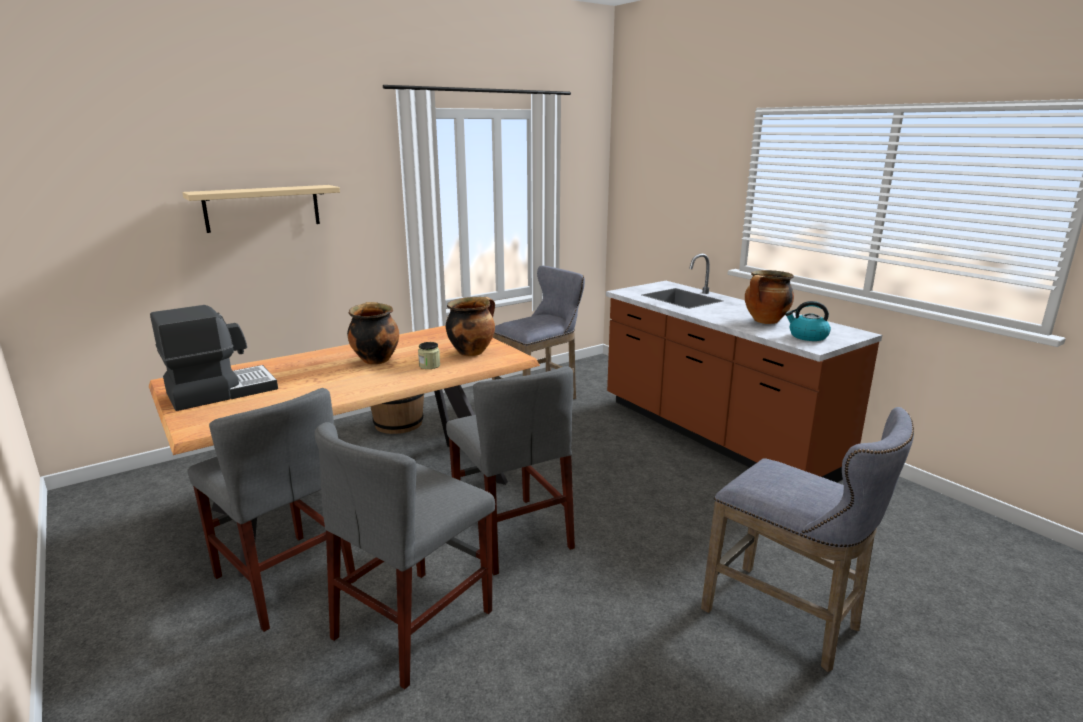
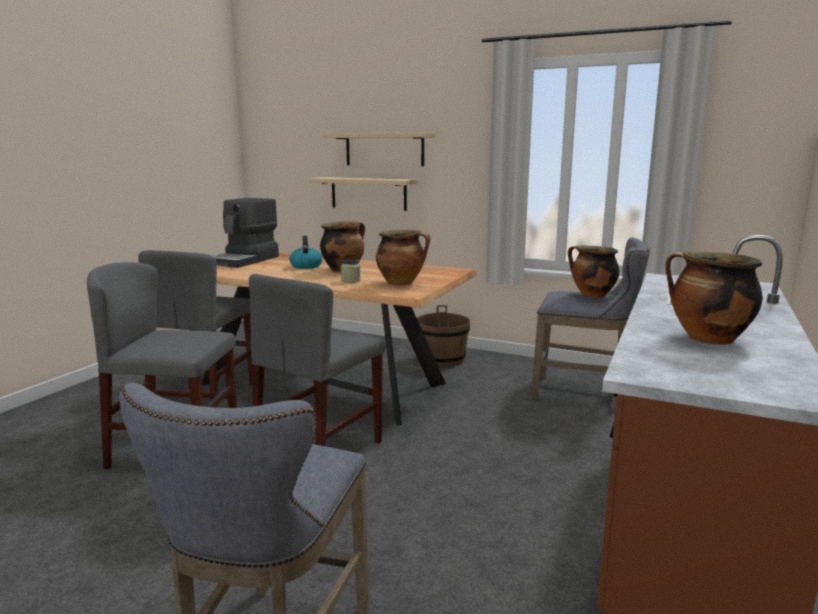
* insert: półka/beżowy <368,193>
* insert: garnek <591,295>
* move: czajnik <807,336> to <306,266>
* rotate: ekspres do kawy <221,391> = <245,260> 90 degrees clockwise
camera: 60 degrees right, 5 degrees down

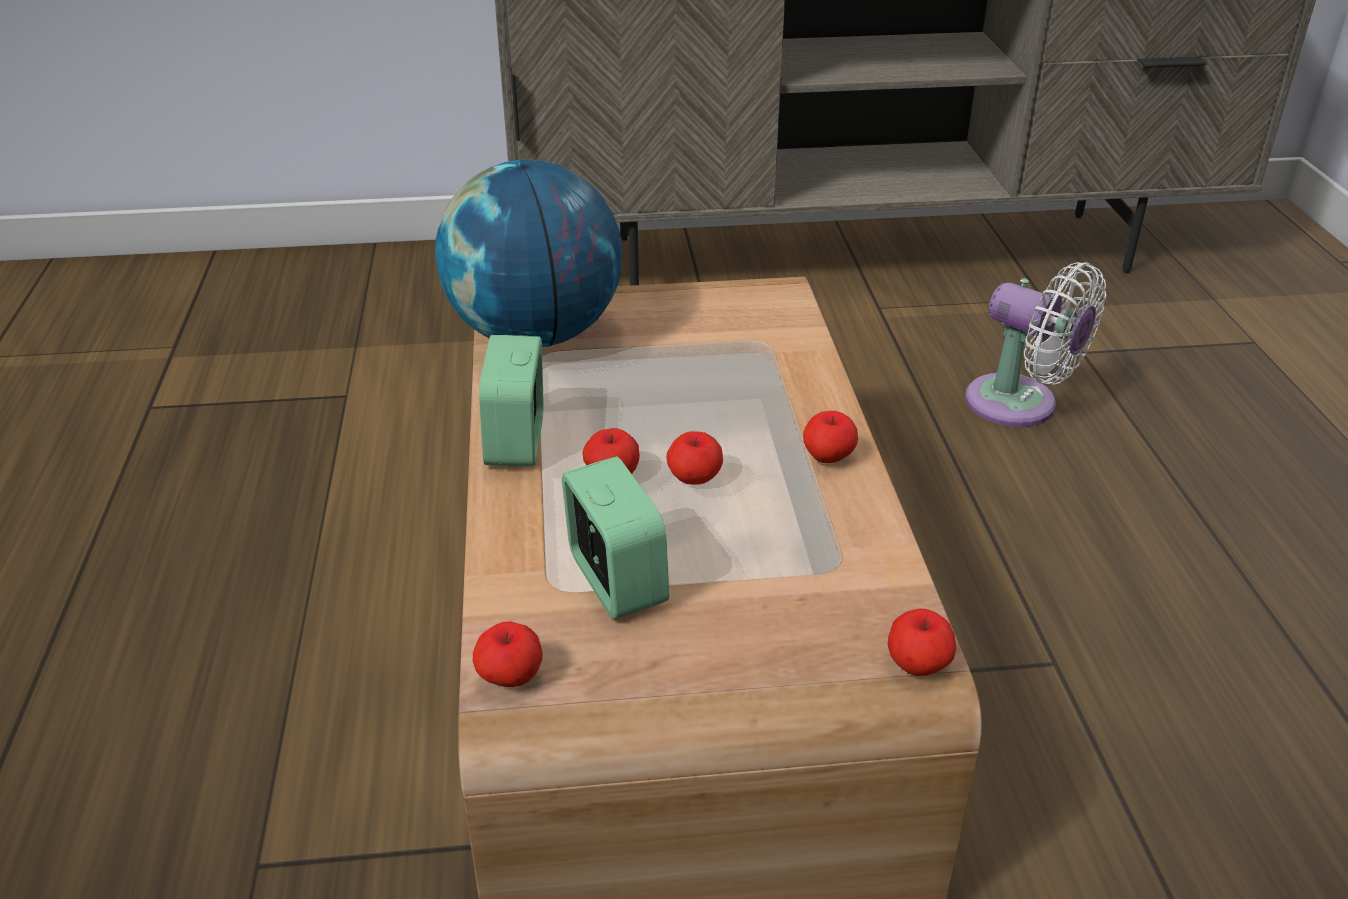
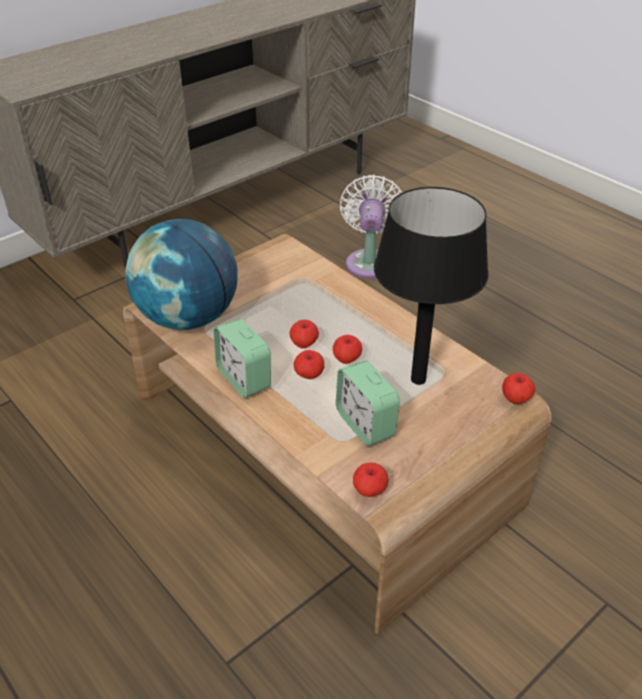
* insert: lampa stołowa/czarny <419,379>
* move: jabłko <828,458> to <304,344>
* rotate: budzik <616,581> = <365,424> 150 degrees counterclockwise
* rotate: wentylator/biały <1019,406> = <369,261> 90 degrees counterclockwise
camera: 35 degrees left, 5 degrees up

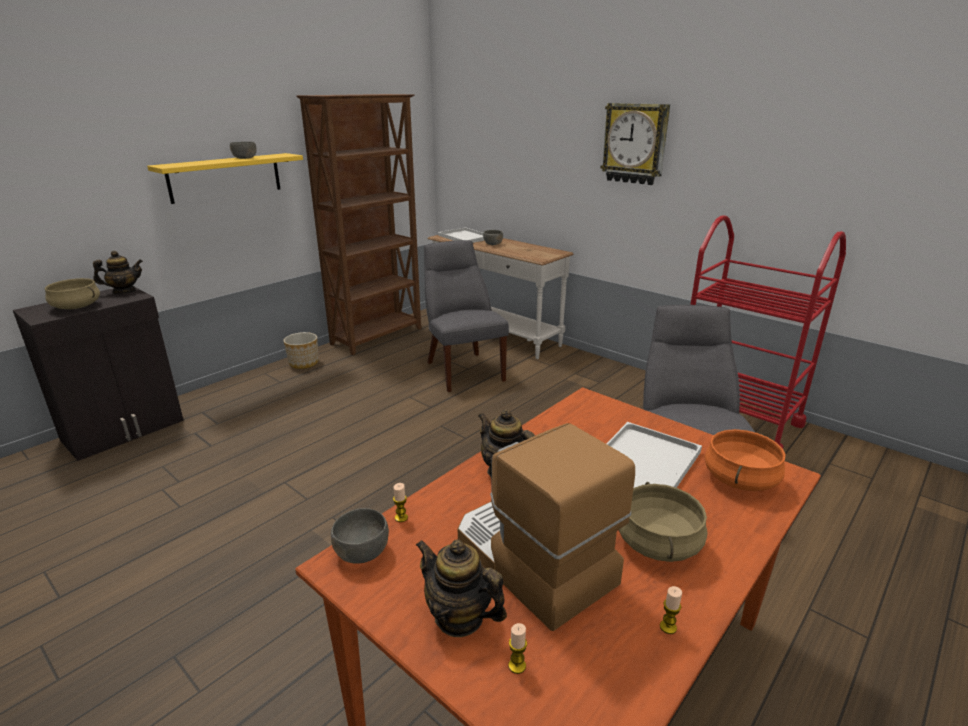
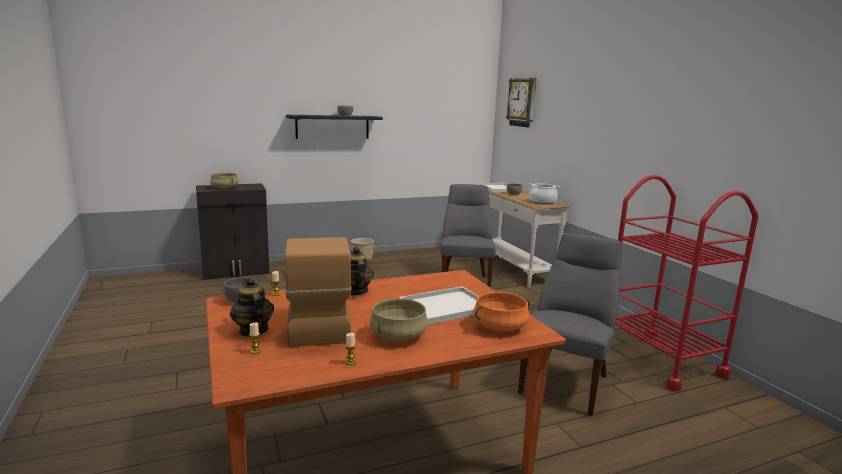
* delete: imbryk <124,291>
* delete: regał/brązowy <378,336>
* insert: garnek <542,202>
* move: zegar ścienny <635,144> to <522,102>
* recolor: półka/żółty <225,177> to półka/czarny <332,127>
camera: 25 degrees right, 10 degrees down

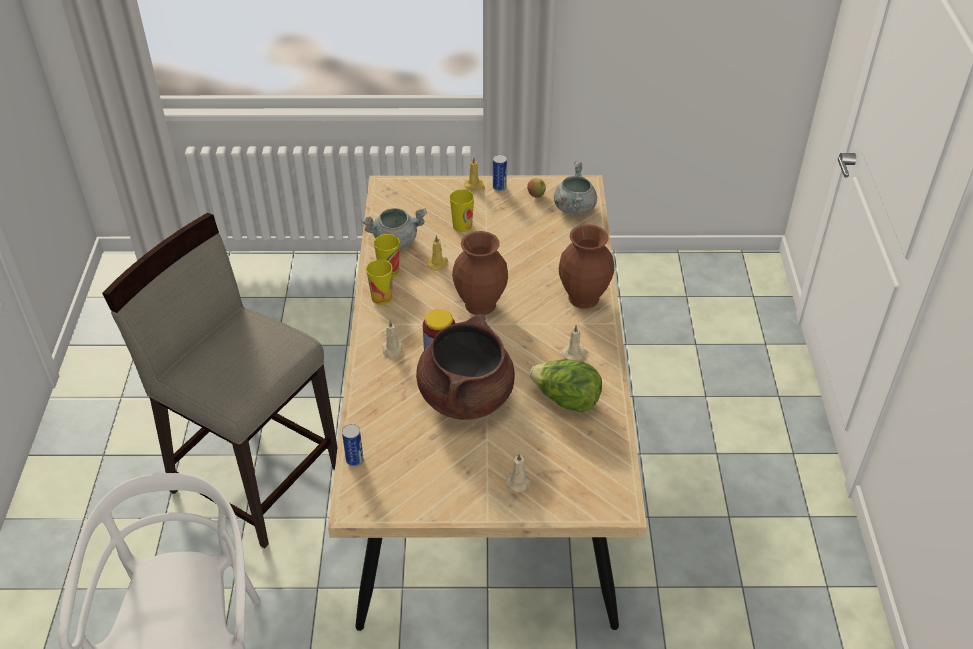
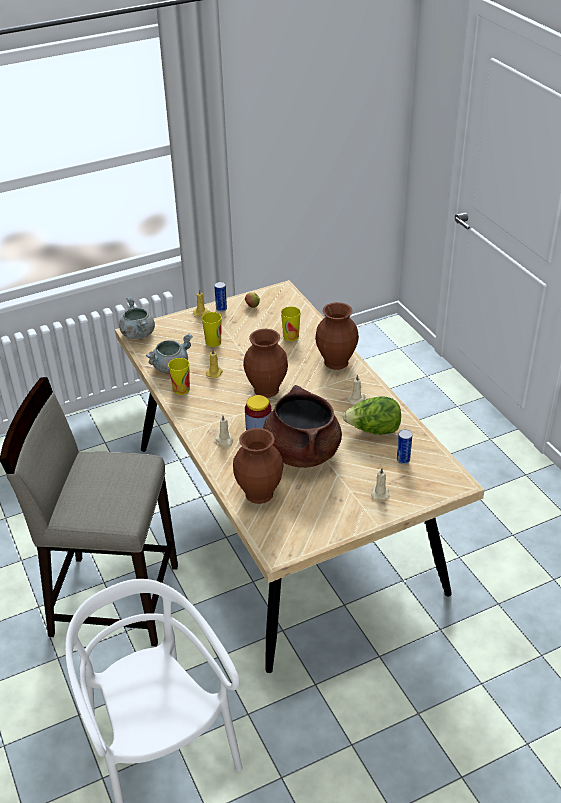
* insert: wazon/brązowy <258,494>
* move: puszka <354,460> to <403,460>
* move: filiżanka <381,297> to <291,336>
* move: garnek/szary <574,207> to <138,334>
camera: 25 degrees left, 5 degrees down

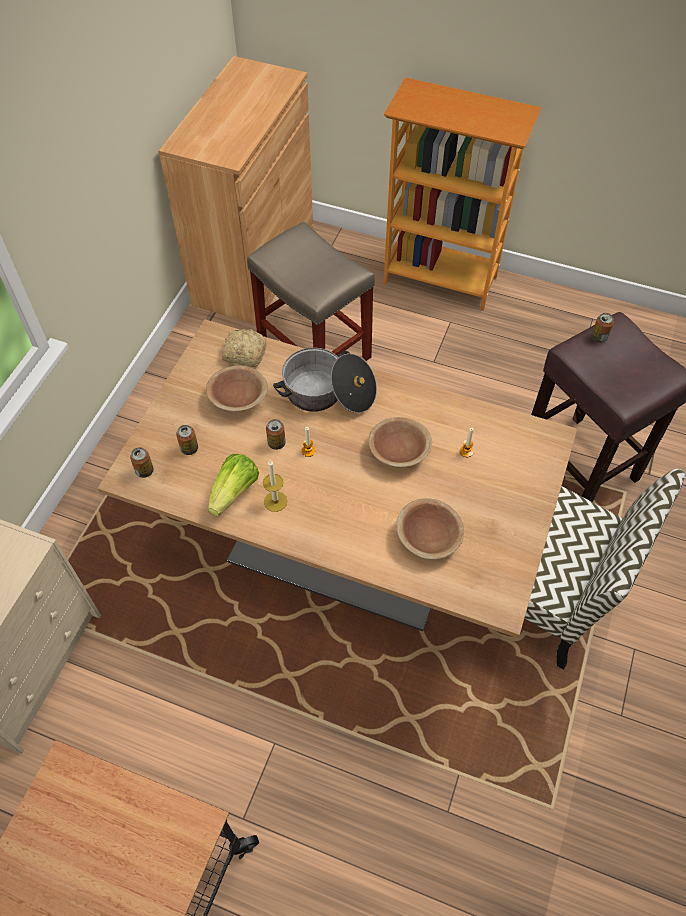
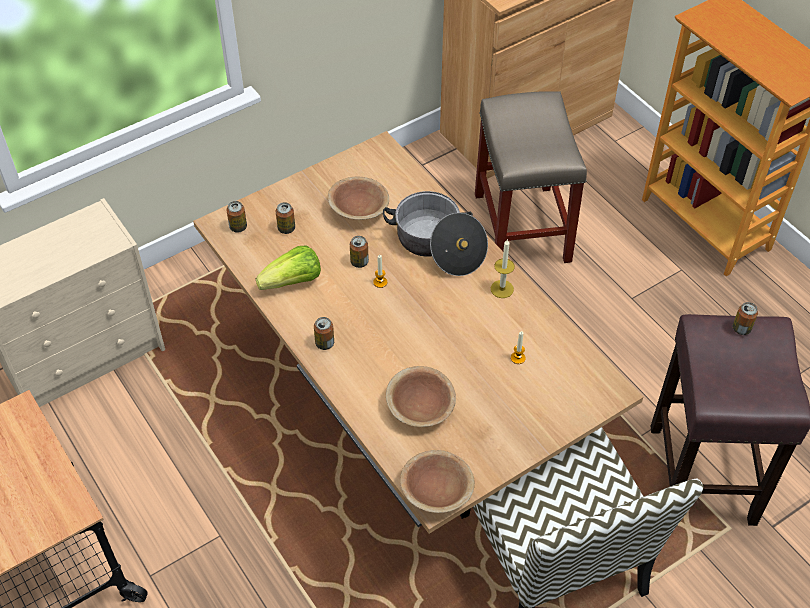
* delete: chleb <244,353>
* insert: puszka <324,343>
* move: świeca <275,501> to <502,289>
* move: miska/brązowy <398,451> to <436,491>
camera: 35 degrees right, 5 degrees down

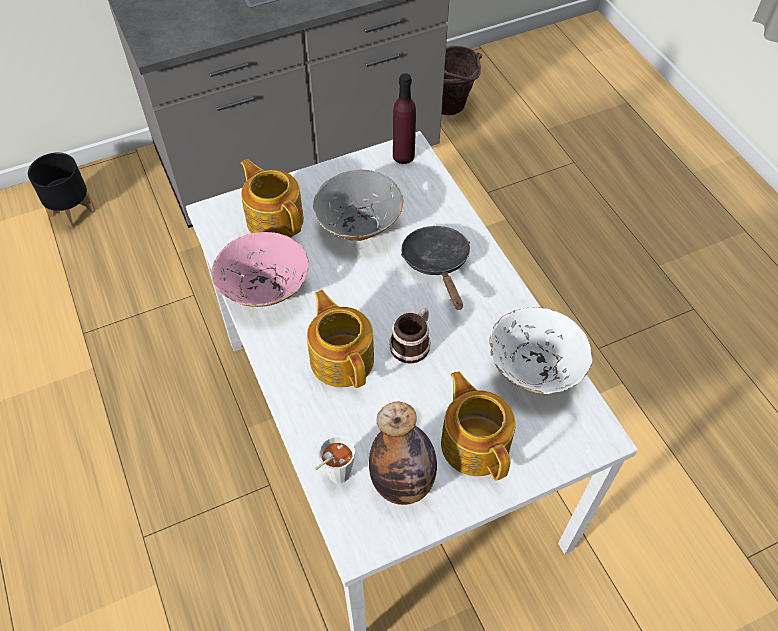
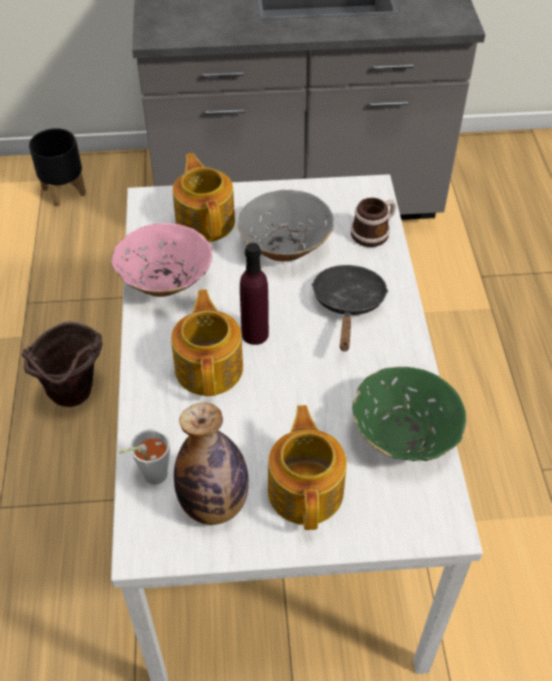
* move: kubek <413,342> to <374,232>
* move: butelka/fioletowy <403,156> to <255,334>
* move: wiadro/brązowy <454,109> to <75,398>
* recolor: miska/biały <533,368> to miska/zielony <403,435>
camera: 20 degrees right, 5 degrees down

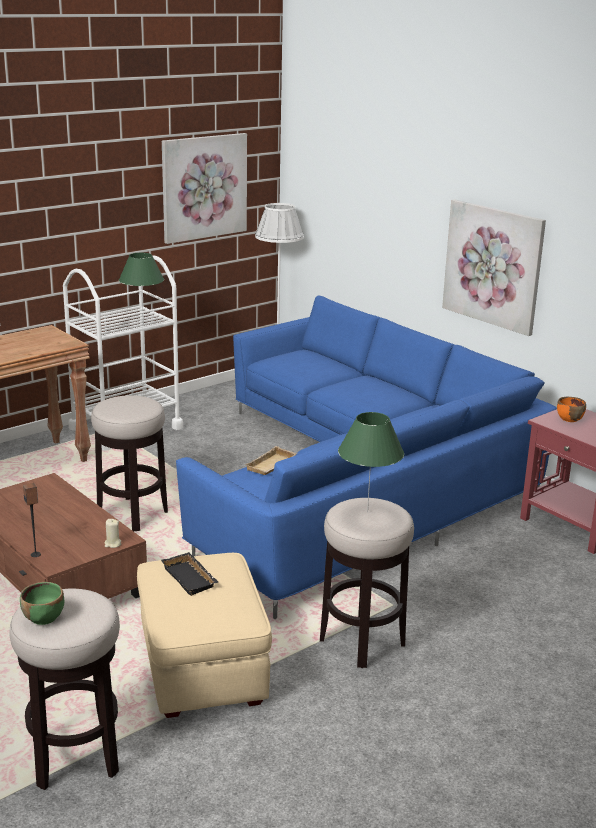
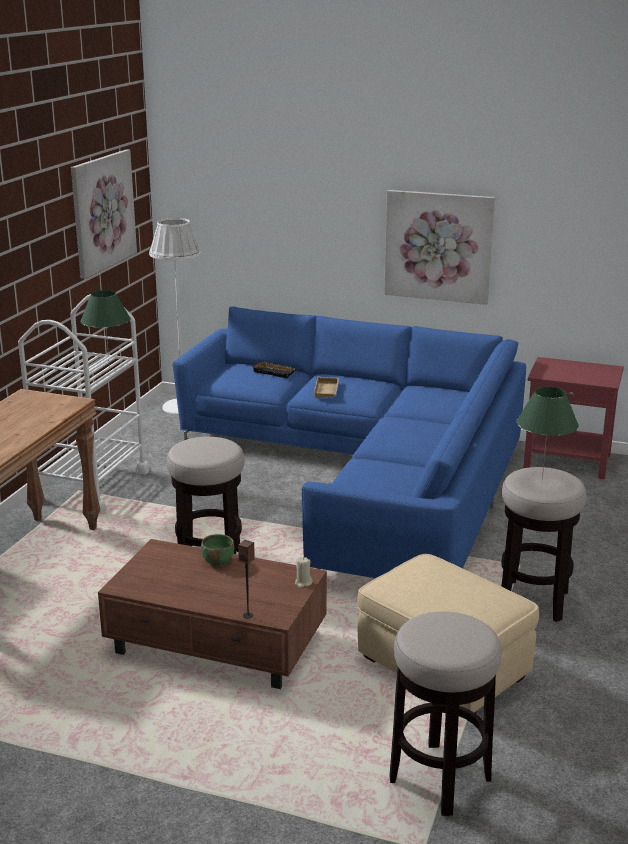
* delete: miska/pomarańczowy <569,419>
* move: miska/zielony <44,617> to <218,561>
* move: taca/czarny <191,578> to <275,372>
* move: taca/beżowy <271,466> to <327,391>
camera: 30 degrees left, 0 degrees up

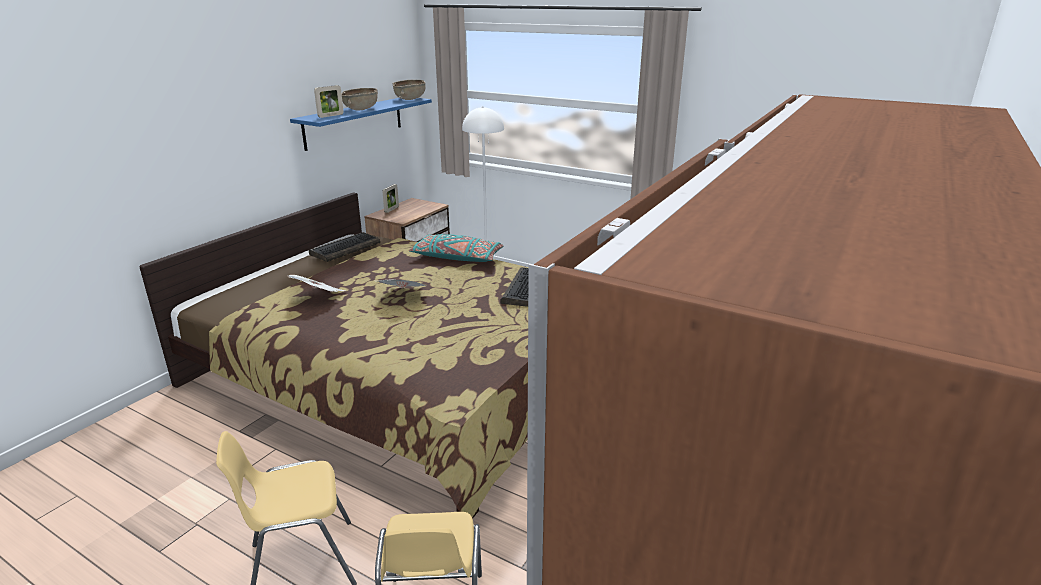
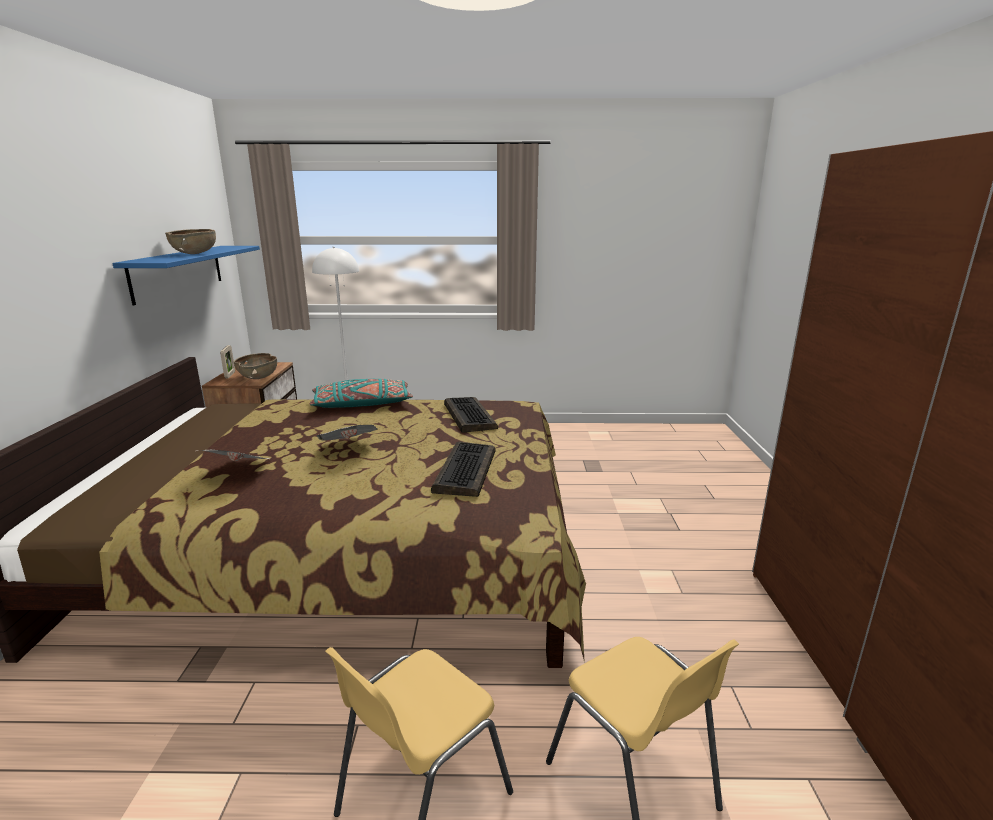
* delete: ramka na zdjęcie <330,116>
* move: klawiatura <345,248> to <464,470>
* move: miska/brązowy <410,99> to <258,377>
camera: 30 degrees left, 5 degrees down

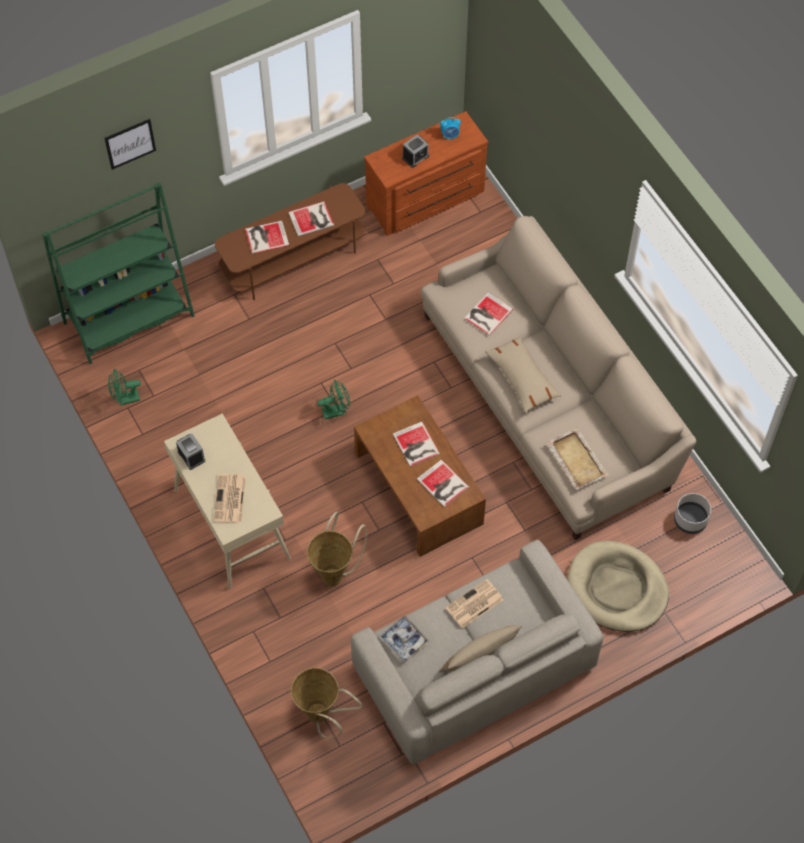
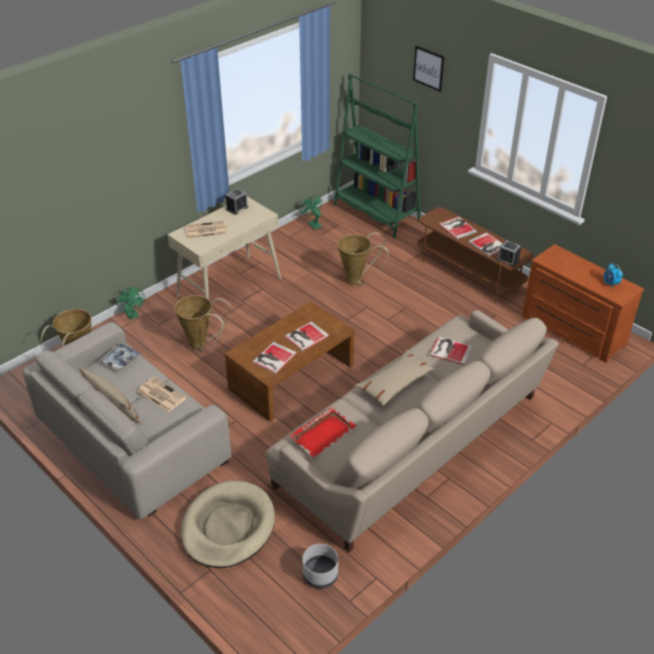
* insert: koszyk <357,280>
* move: wentylator/zielony <336,411> to <132,315>
* move: budzik <415,157> to <508,260>
* recolor: taca/beżowy <576,459> to taca/czerwony <323,433>
camera: 75 degrees right, 20 degrees down

